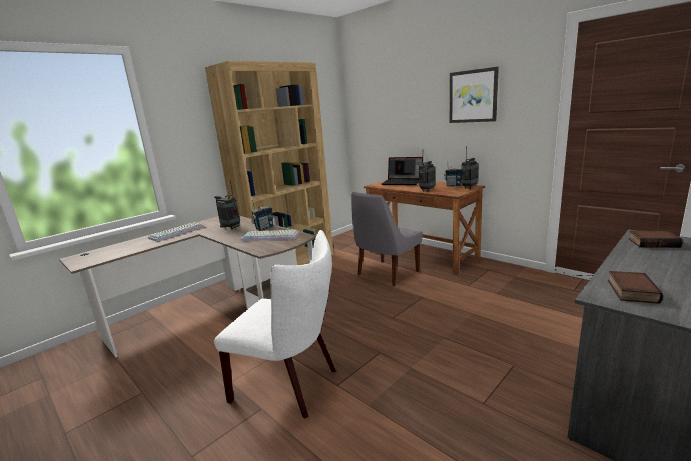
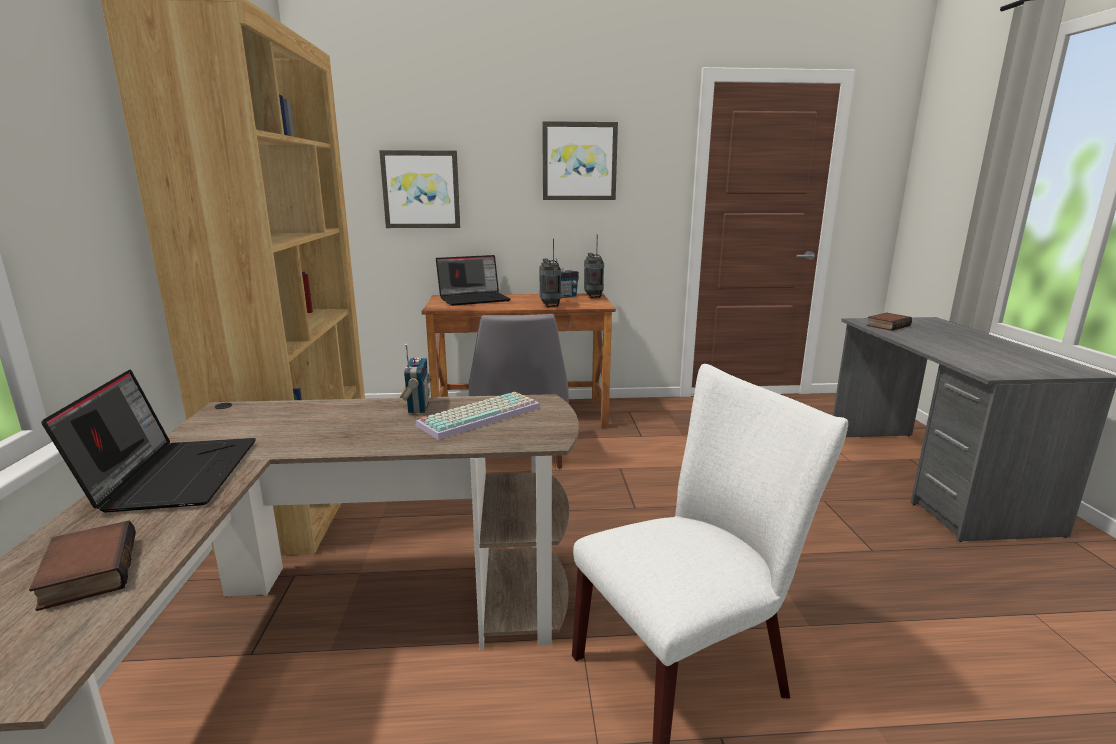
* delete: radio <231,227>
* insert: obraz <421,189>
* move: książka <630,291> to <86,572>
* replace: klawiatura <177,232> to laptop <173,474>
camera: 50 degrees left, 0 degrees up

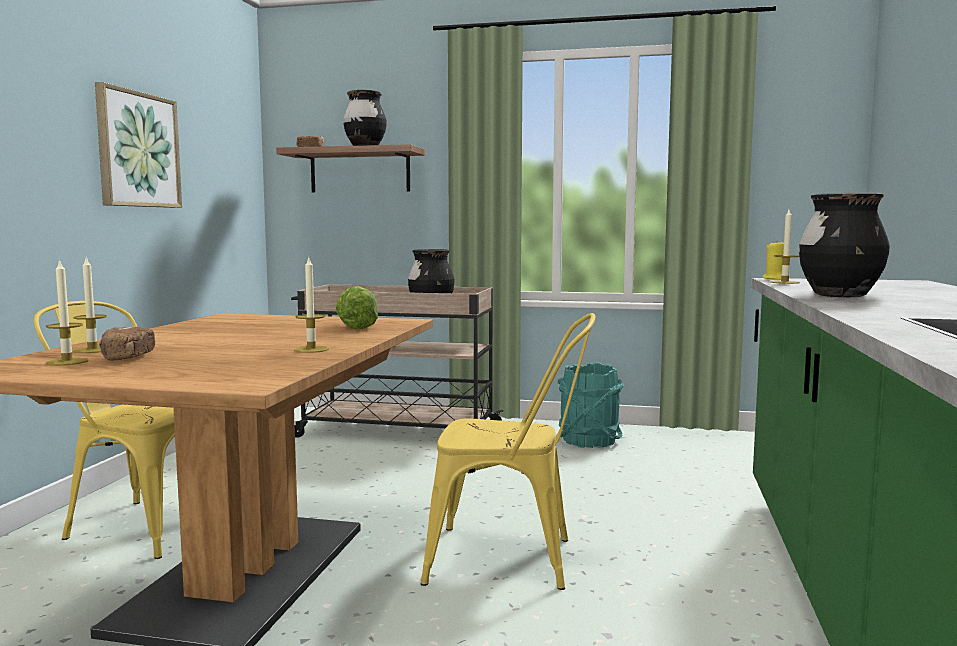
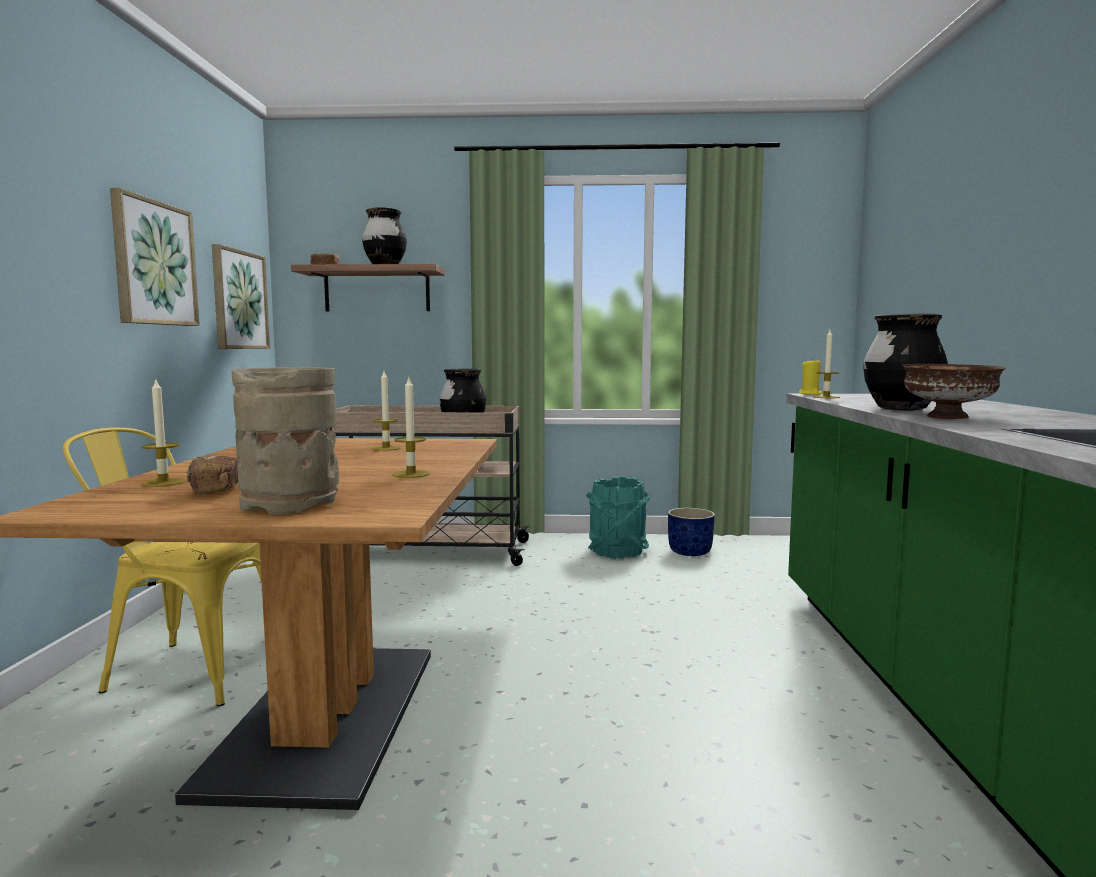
* delete: sałata <356,327>
* delete: krzesło/żółty <513,559>
* insert: obraz <239,300>
* insert: wazon/beżowy <292,503>
* insert: donica/niebieski <689,552>
* insert: miska/brązowy <948,417>
* move: świeca <67,362> to <386,448>
camera: 10 degrees left, 0 degrees up

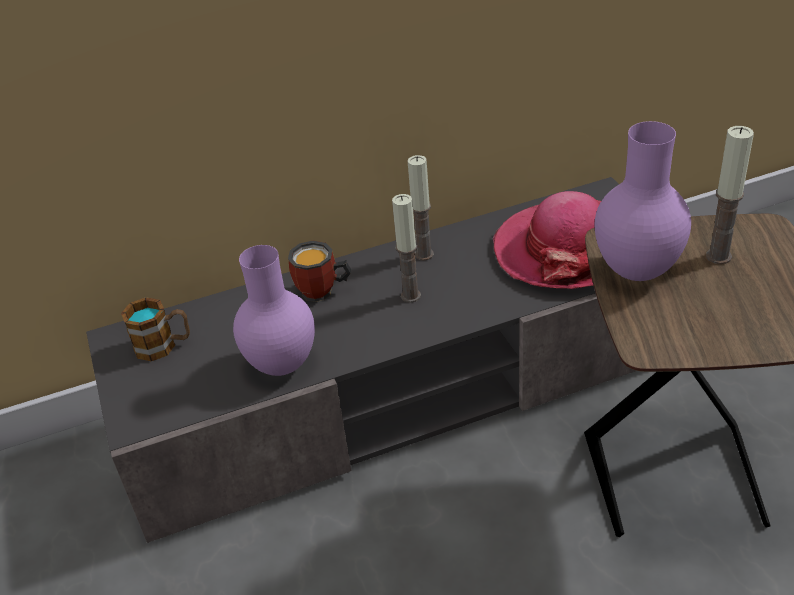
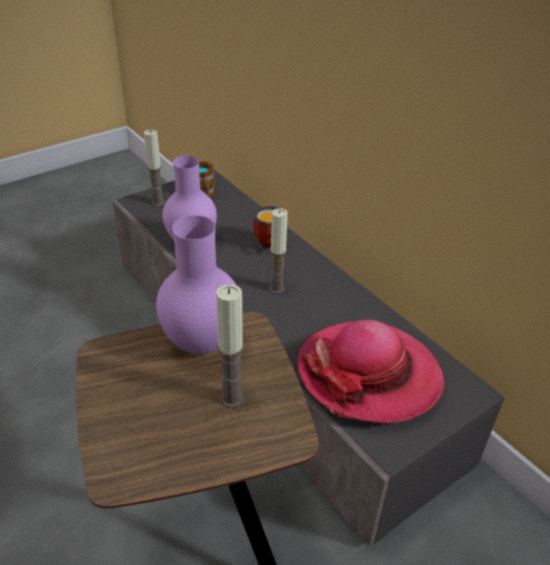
* move: świeca <424,254> to <158,202>
camera: 70 degrees right, 0 degrees up

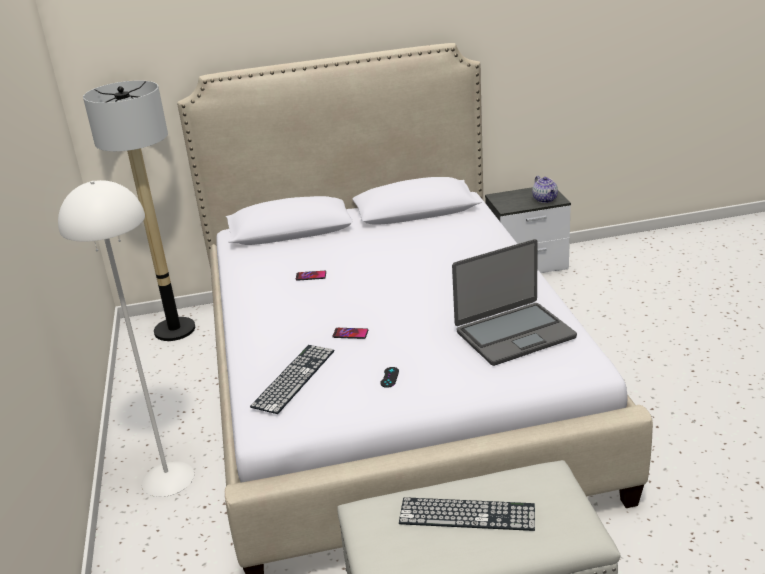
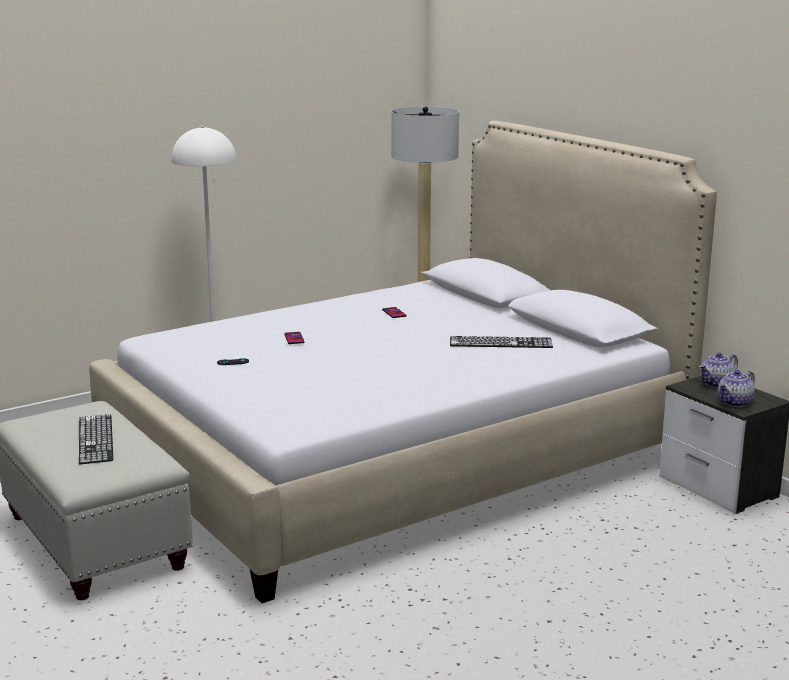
* delete: laptop <514,334>
* insert: imbryk <717,384>
* move: klawiatura <294,378> to <500,342>
camera: 65 degrees right, 10 degrees down

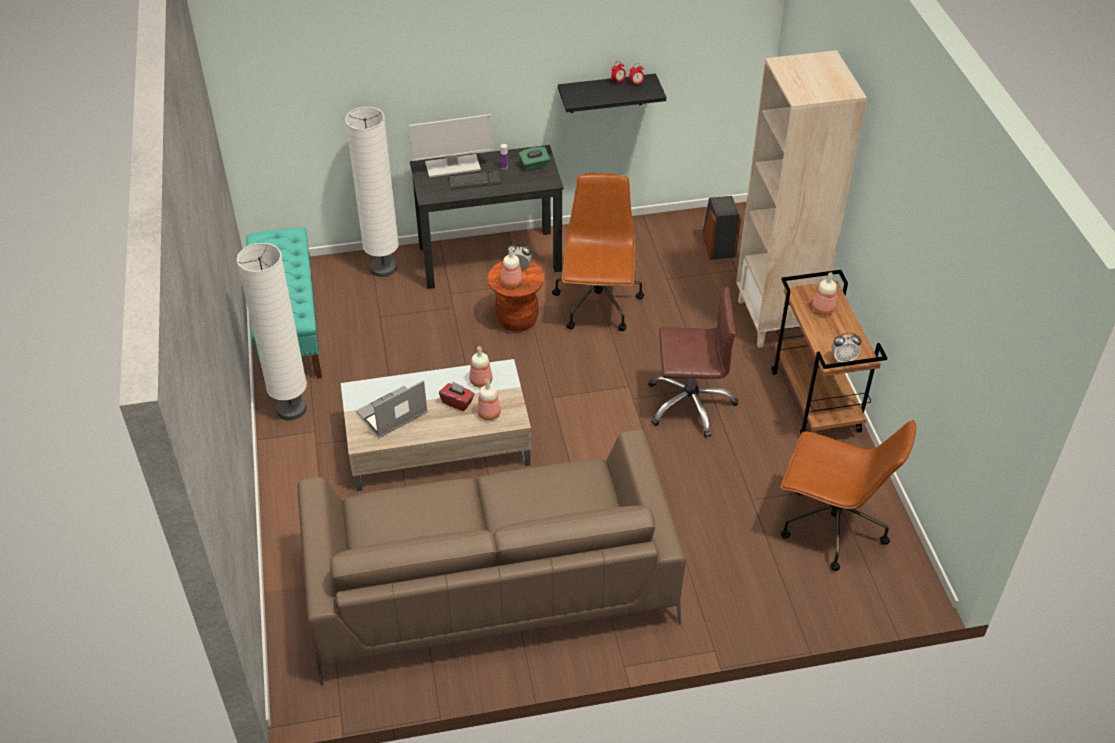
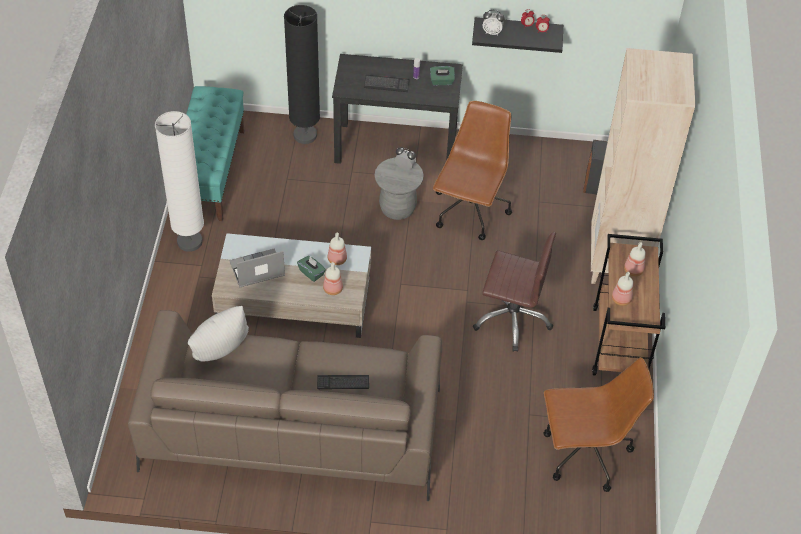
* delete: monitor <452,166>
* insert: poduszka/biały <221,356>
* insert: klawiatura <343,383>
* move: butelka <511,282> to <620,299>
* move: budzik <843,359> to <492,32>
* recolor: lampa stojąca/biały <383,268> to lampa stojąca/czarny <305,135>
* recolor: pudełko chusteczek/czerwony <457,402> to pudełko chusteczek/zielony <311,273>
* recolor: stołek/brązowy <517,320> to stołek/szary <397,208>
* rotate: krzesło biurowe/brązowy <830,527> = <584,454> 45 degrees counterclockwise
camera: 15 degrees right, 5 degrees up

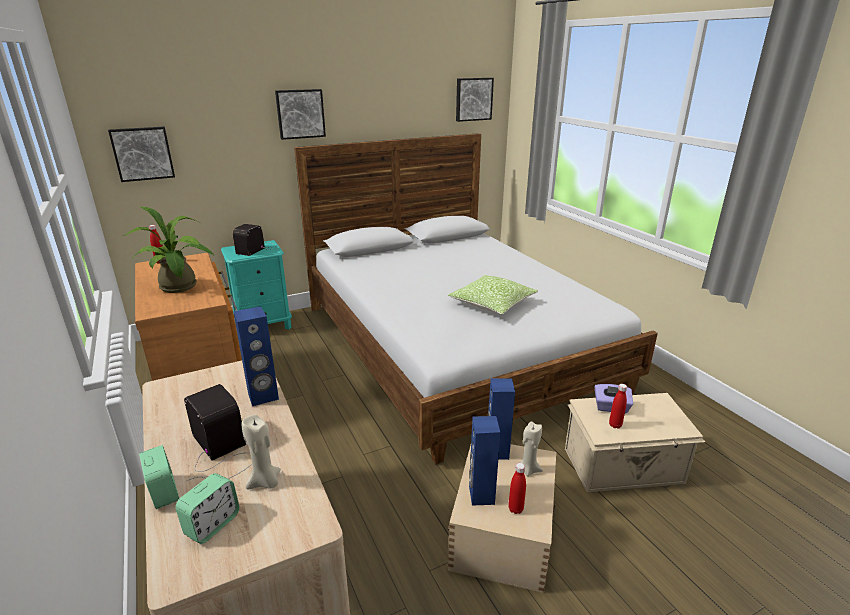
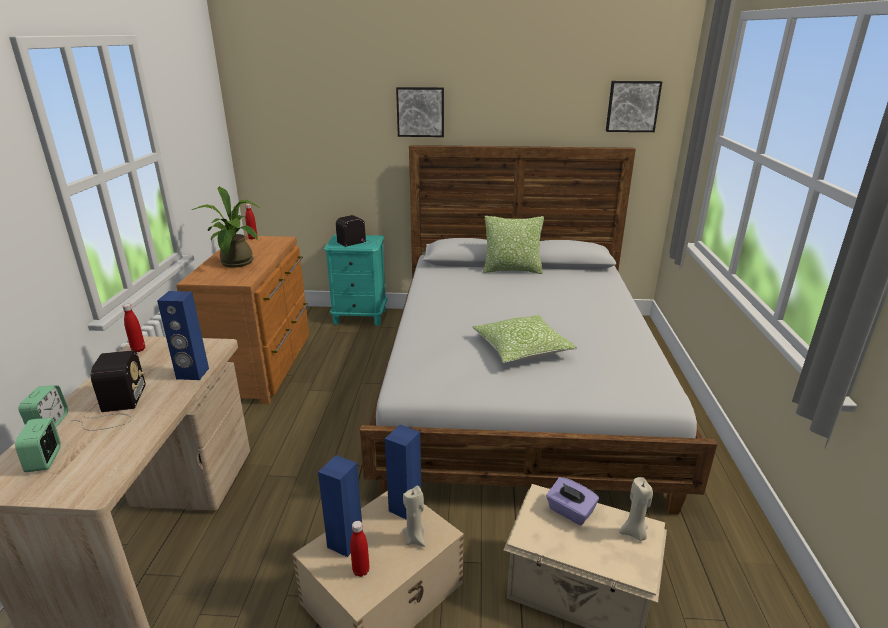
* delete: obraz <142,153>
* insert: poduszka <512,270>
* move: świeca/beżowy <265,482> to <634,533>
* move: butelka/czerwony <615,425> to <138,349>
* rotate: budzik <212,524> = <45,460> 105 degrees clockwise
camera: 30 degrees right, 0 degrees up

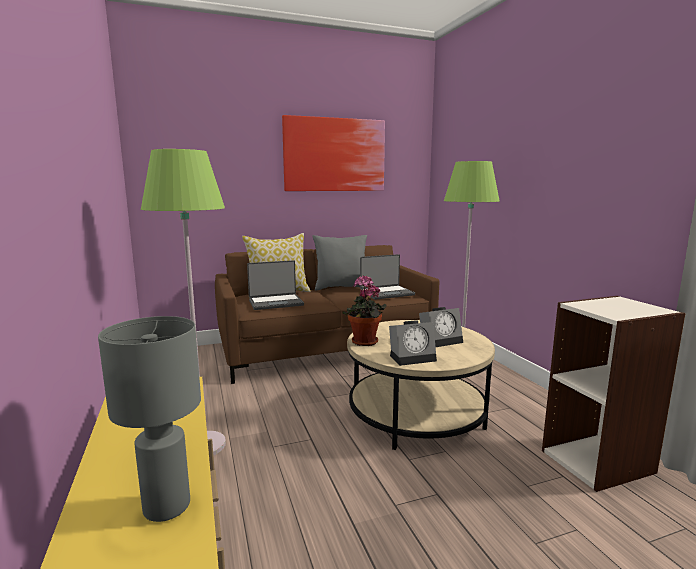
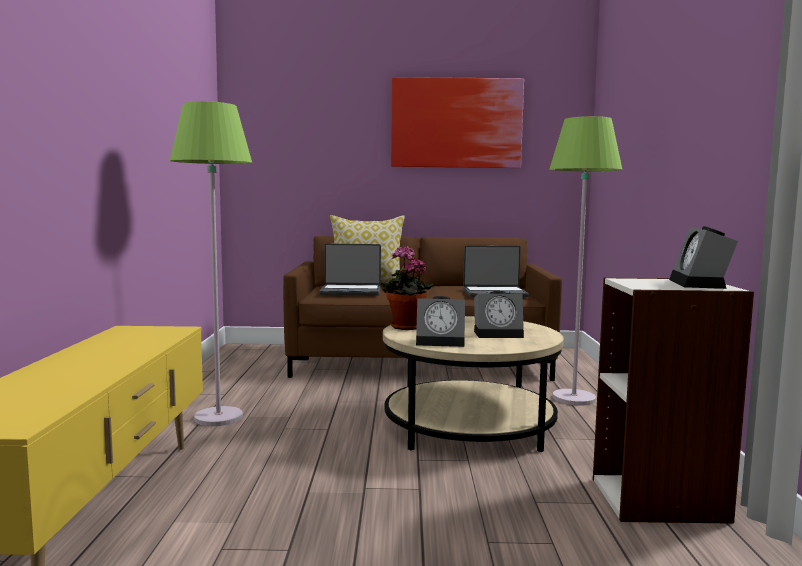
* delete: lampa stołowa/szary <166,506>
* delete: poduszka/szary <341,287>
* insert: budzik <700,284>
camera: 20 degrees right, 5 degrees down

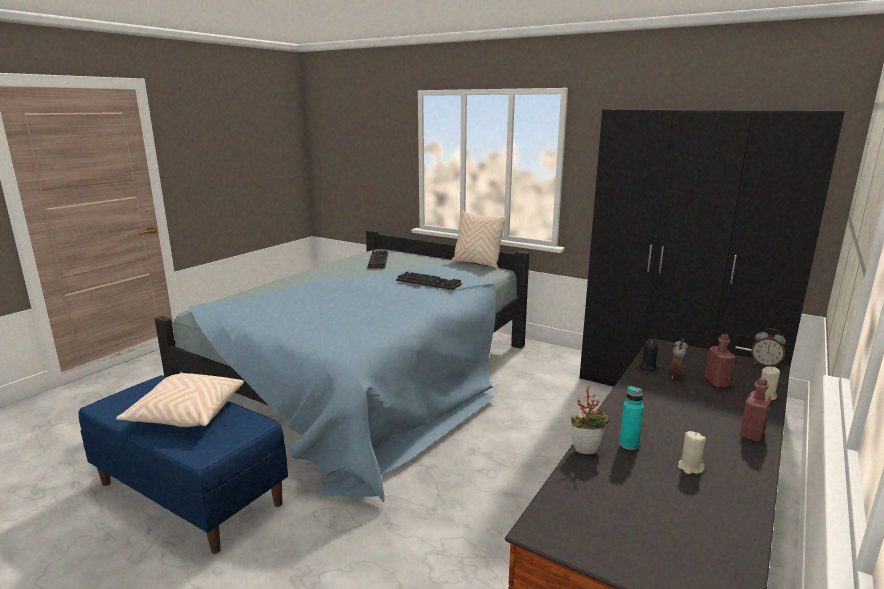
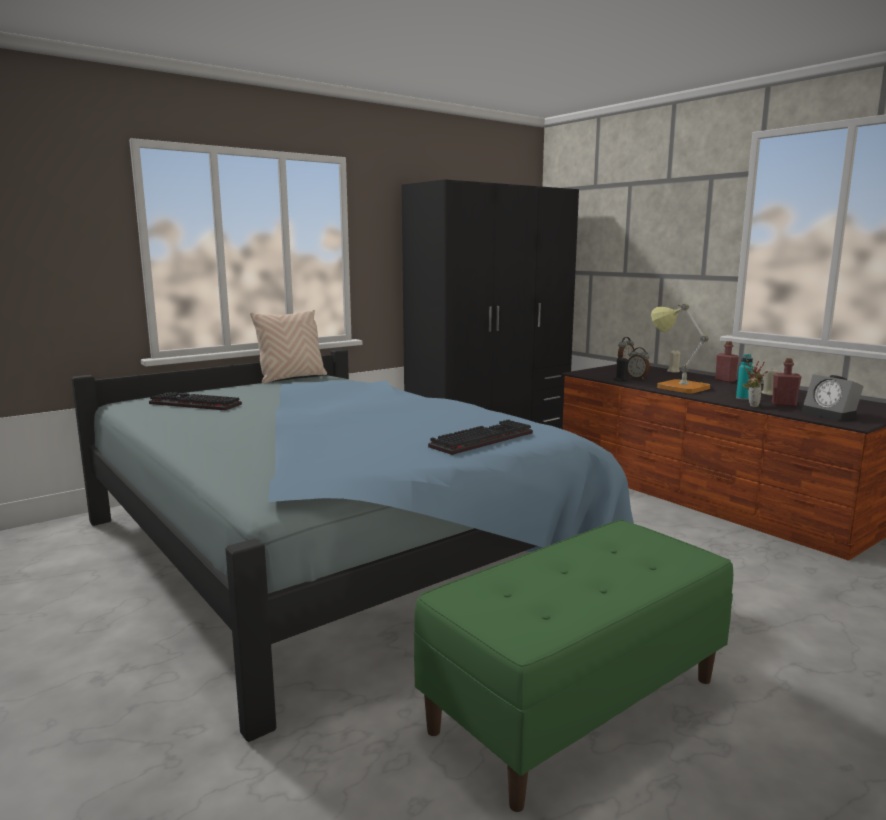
* delete: poduszka/beżowy <186,414>
* insert: lampa stołowa <677,387>
* insert: budzik <831,415>
* move: klawiatura <430,282> to <482,439>
* move: butelka/czerwony <717,382> to <784,404>
* recolor: ławka/niebieski <191,493> to ławka/zielony <576,703>
camera: 70 degrees left, 5 degrees down

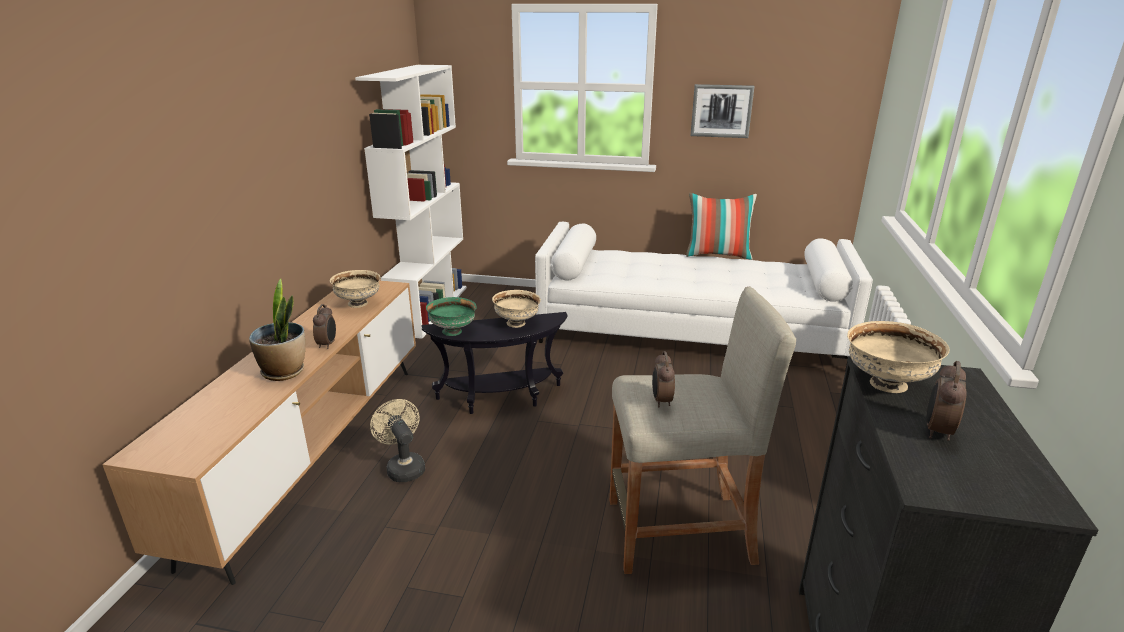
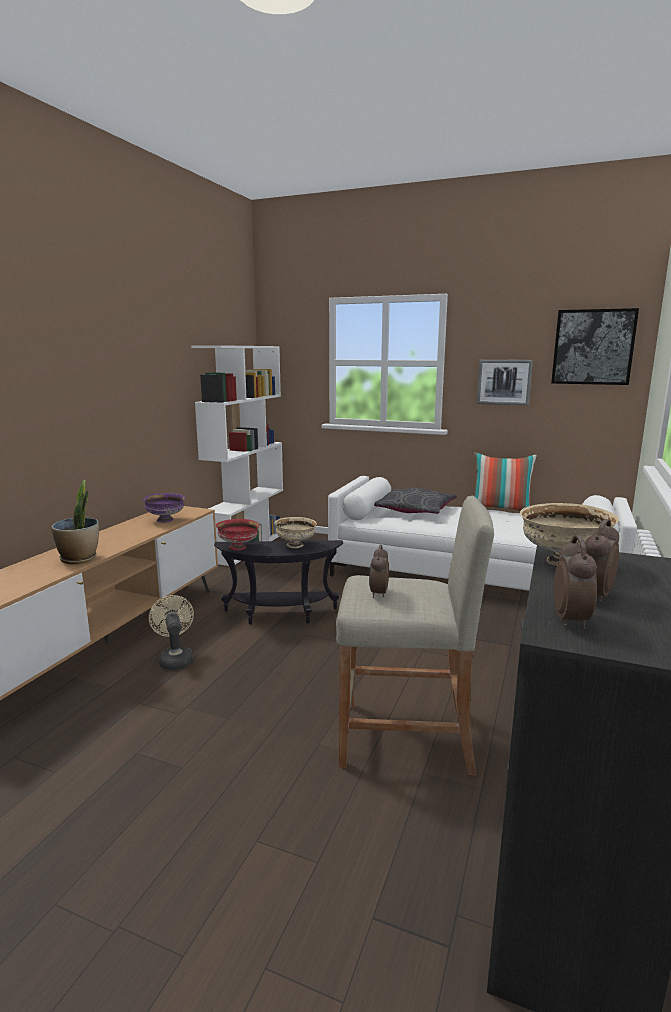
* insert: poduszka/szary <414,510>
* insert: obraz <593,347>
* move: budzik <328,344> to <571,620>
* recolor: miska/beżowy <359,303> to miska/fioletowy <166,520>
* recolor: miska/zielony <453,331> to miska/czerwony <238,547>
camera: 10 degrees right, 10 degrees down

